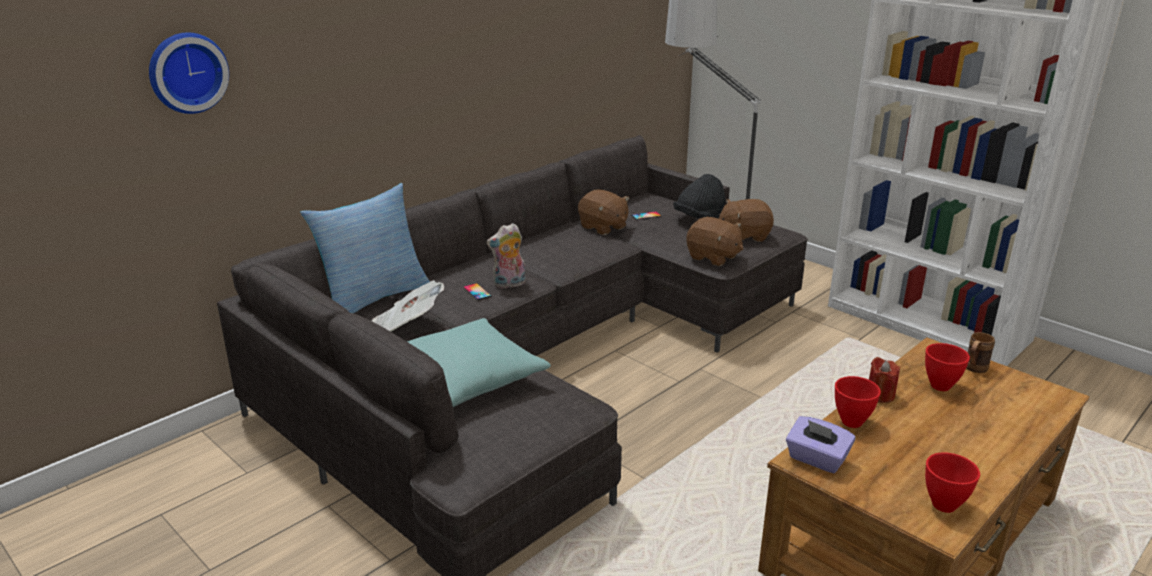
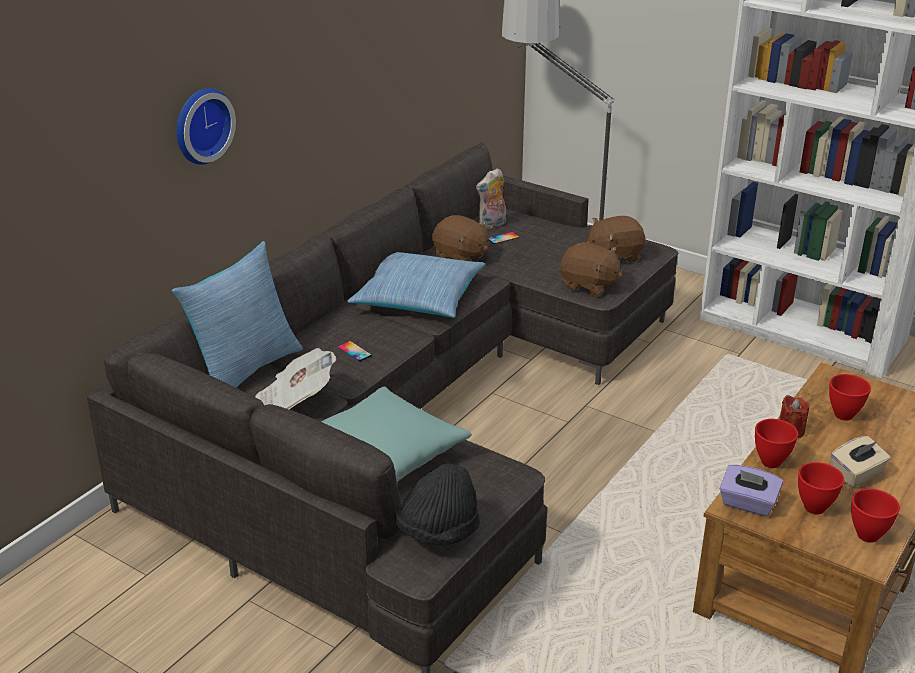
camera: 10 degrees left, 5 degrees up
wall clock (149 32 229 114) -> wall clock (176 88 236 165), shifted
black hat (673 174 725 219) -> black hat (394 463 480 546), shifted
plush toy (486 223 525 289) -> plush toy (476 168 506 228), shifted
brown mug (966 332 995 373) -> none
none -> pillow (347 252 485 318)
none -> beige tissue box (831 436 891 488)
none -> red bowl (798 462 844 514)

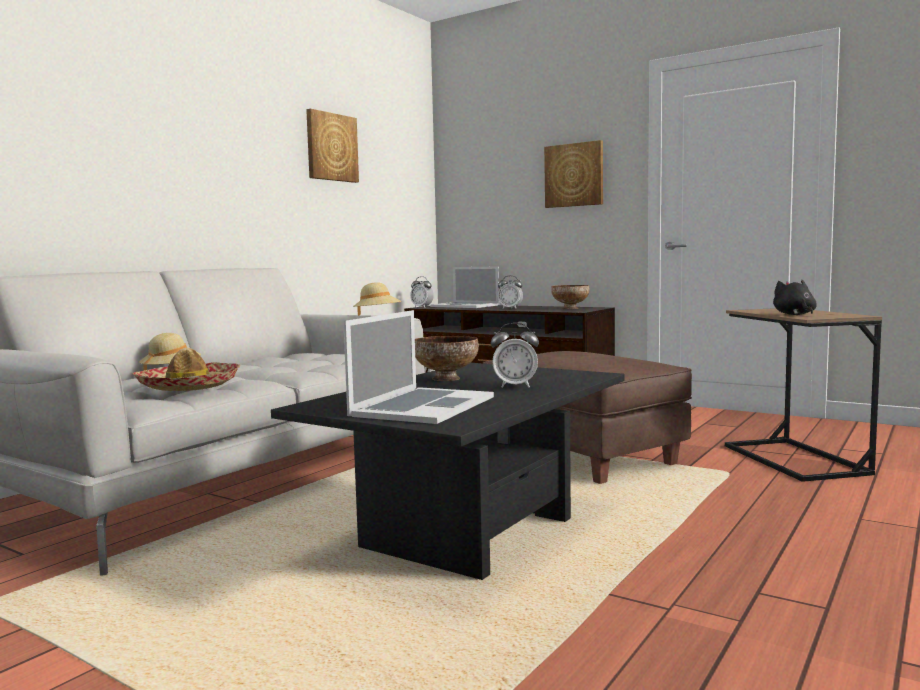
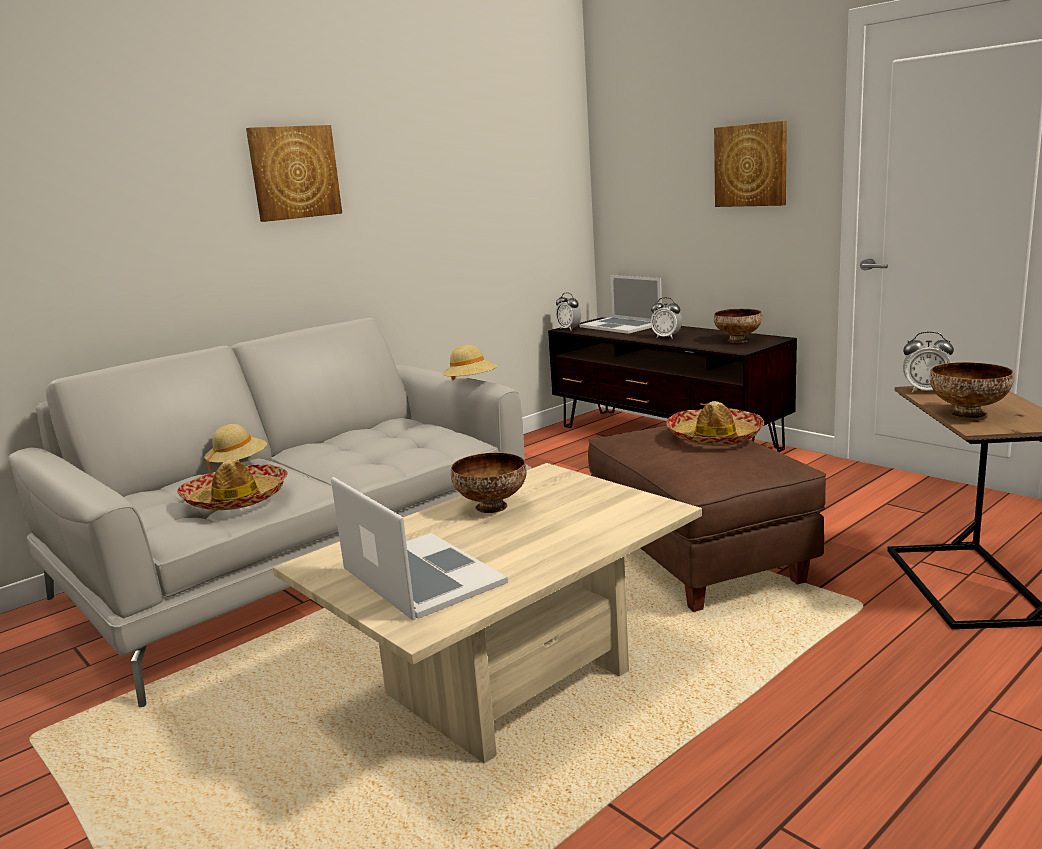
camera: 15 degrees right, 10 degrees up
picture (306 109 359 183) -> picture (246 125 342 222), shifted
black plush toy (773 280 817 315) -> bowl (930 362 1014 418)
laptop (343 310 494 424) -> laptop (331 477 508 620), 75 degrees counterclockwise
alarm clock (491 323 539 388) -> alarm clock (903 331 954 393), shifted
black coffee table (271 363 625 580) -> beige coffee table (273 463 702 763)
none -> hat (666 401 764 446)

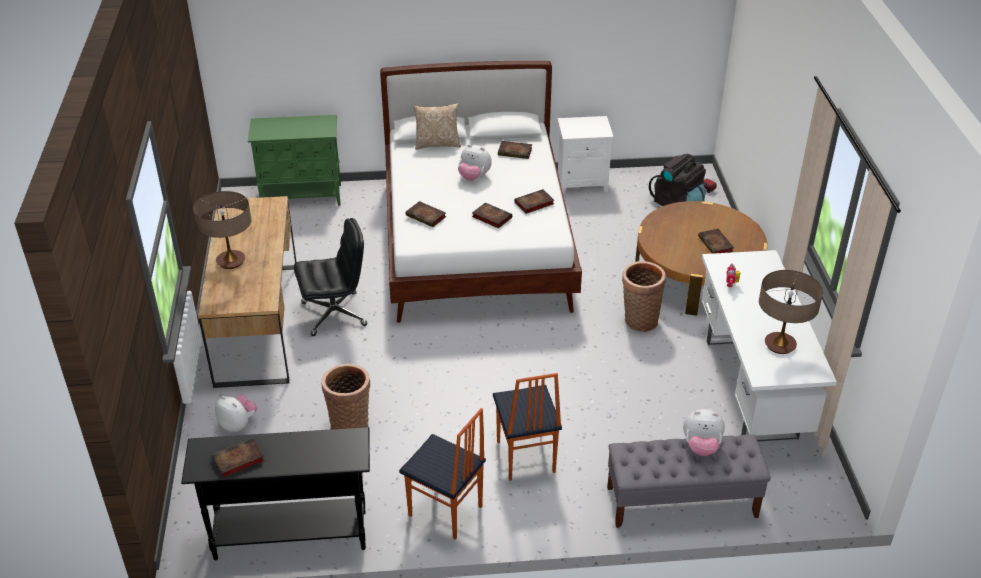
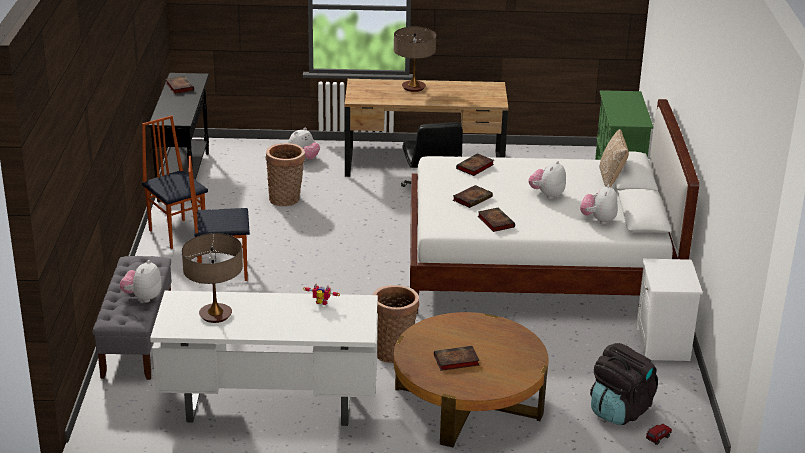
camera: 95 degrees right, 10 degrees down
book (498 141 532 159) -> plush toy (580 184 618 224)
chair (399 408 486 540) -> chair (142 115 208 249), 105 degrees clockwise

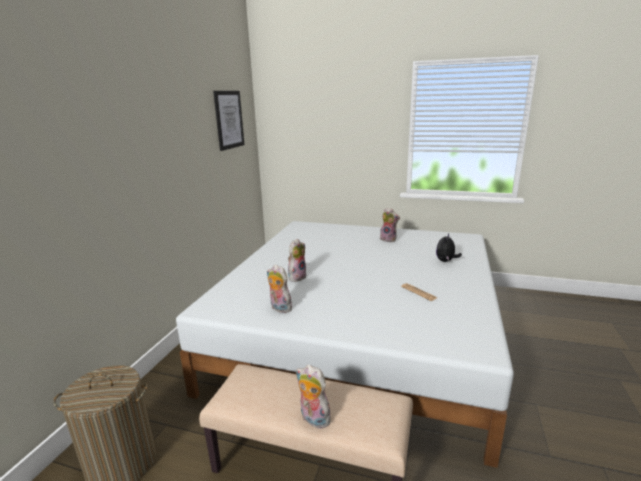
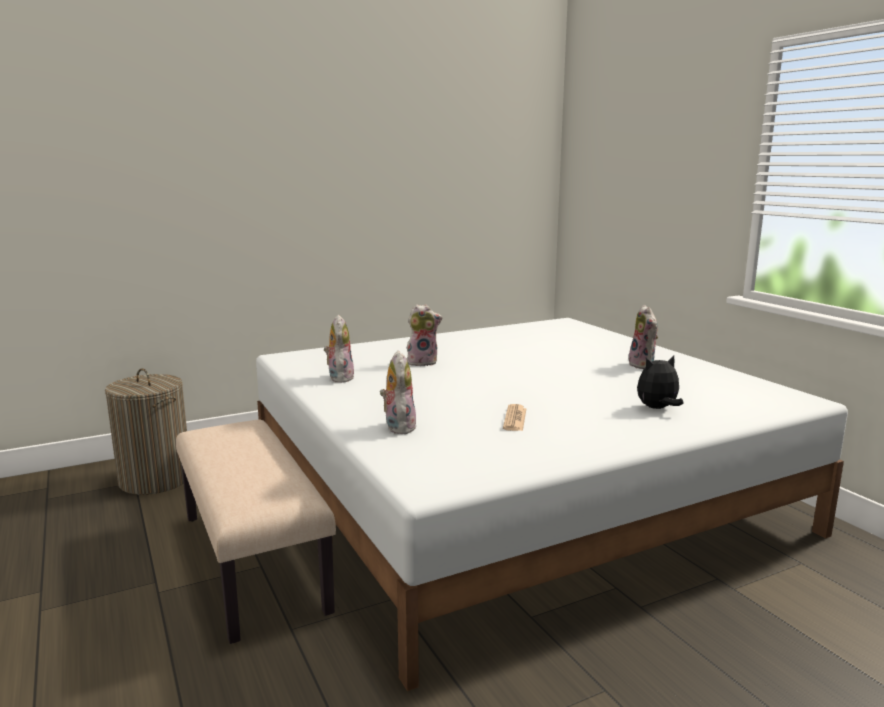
camera: 45 degrees right, 5 degrees down
picture (213 91 245 151) -> none
plush toy (296 365 331 428) -> plush toy (380 350 417 434), shifted

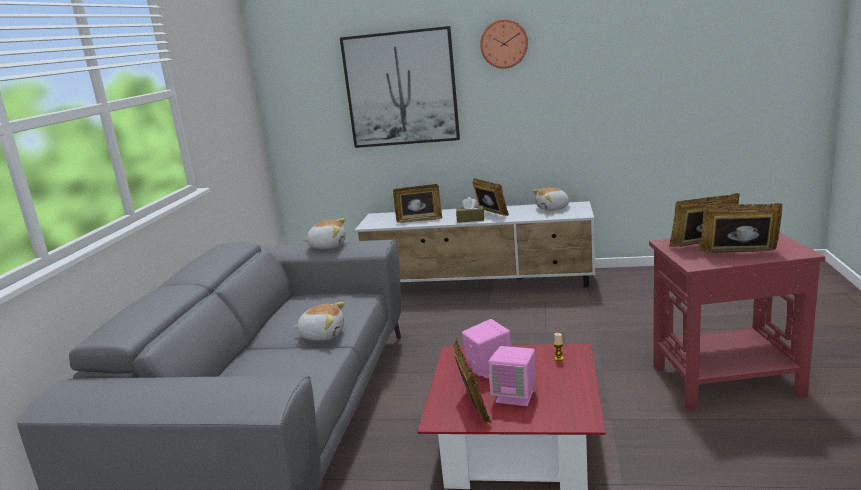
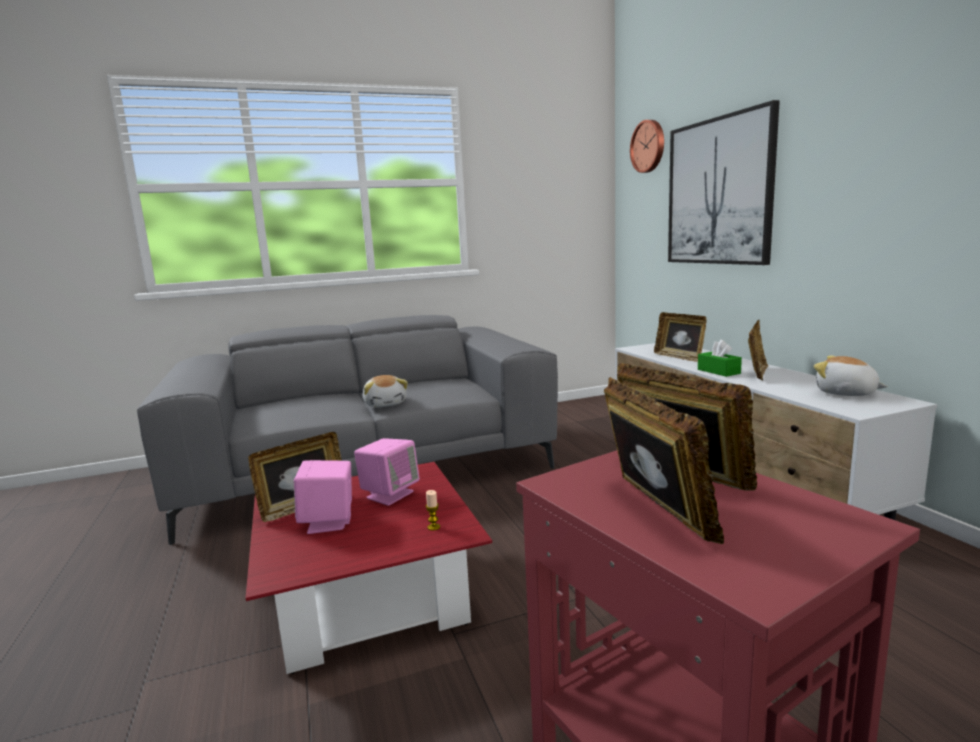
camera: 60 degrees right, 5 degrees down
wall clock (480 19 528 69) -> wall clock (630 120 664 173), shifted
brown tissue box (456 197 484 223) -> green tissue box (698 340 742 377)
plush toy (303 218 346 249) -> none

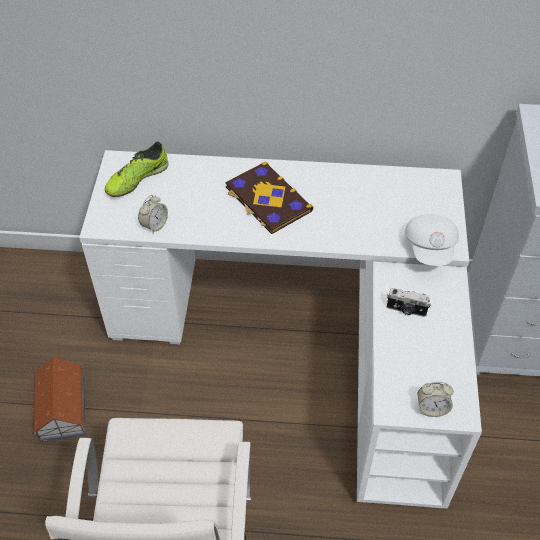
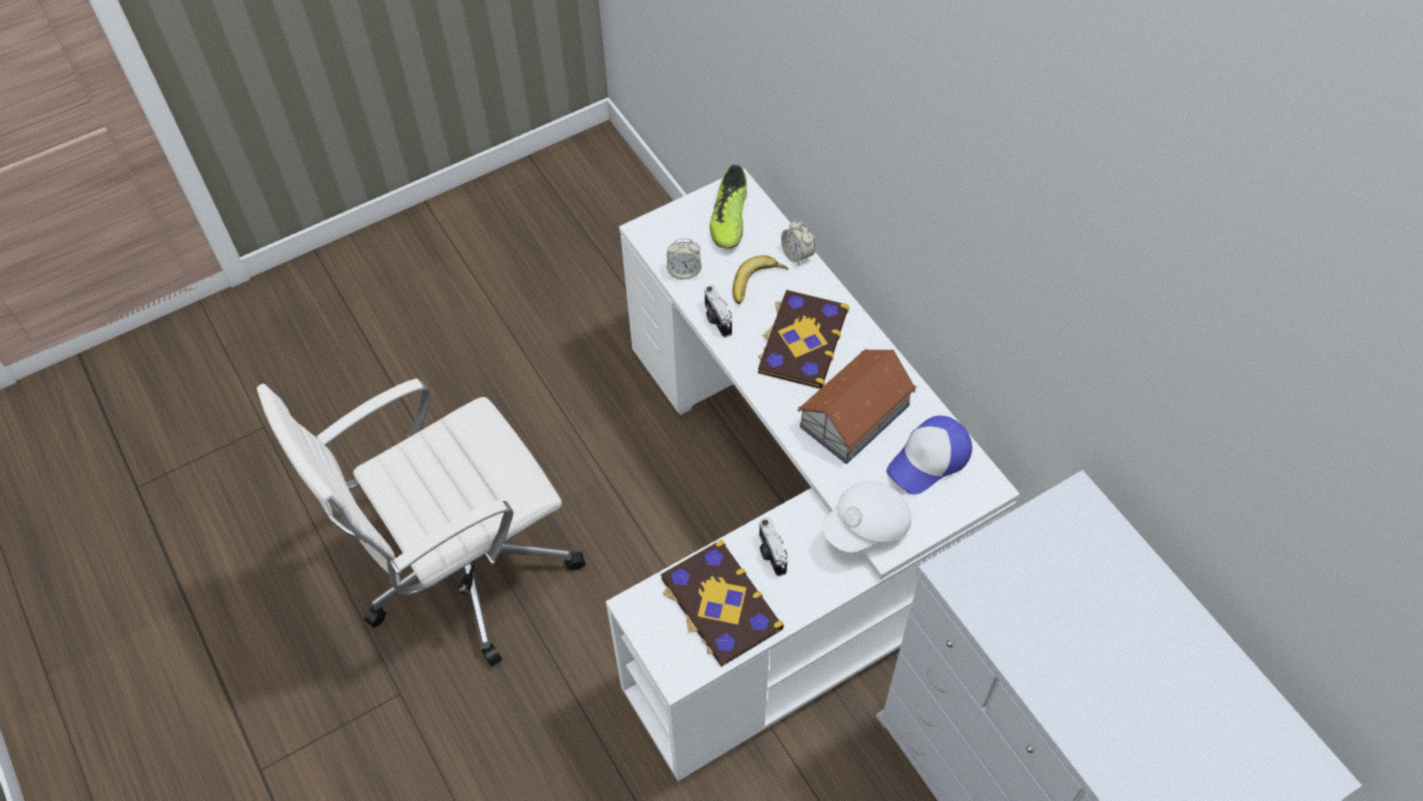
camera: 55 degrees right, 5 degrees up
shoe (105 141 169 197) -> shoe (710 165 747 249), 90 degrees counterclockwise
toy house (33 356 85 442) -> toy house (798 349 917 464), shifted
alarm clock (418 382 453 417) -> alarm clock (781 220 815 264), shifted
none -> banana (732 255 788 304)
none -> photo camera (704 285 732 337)
none -> cap (886 416 972 494)
none -> book (661 540 784 667)

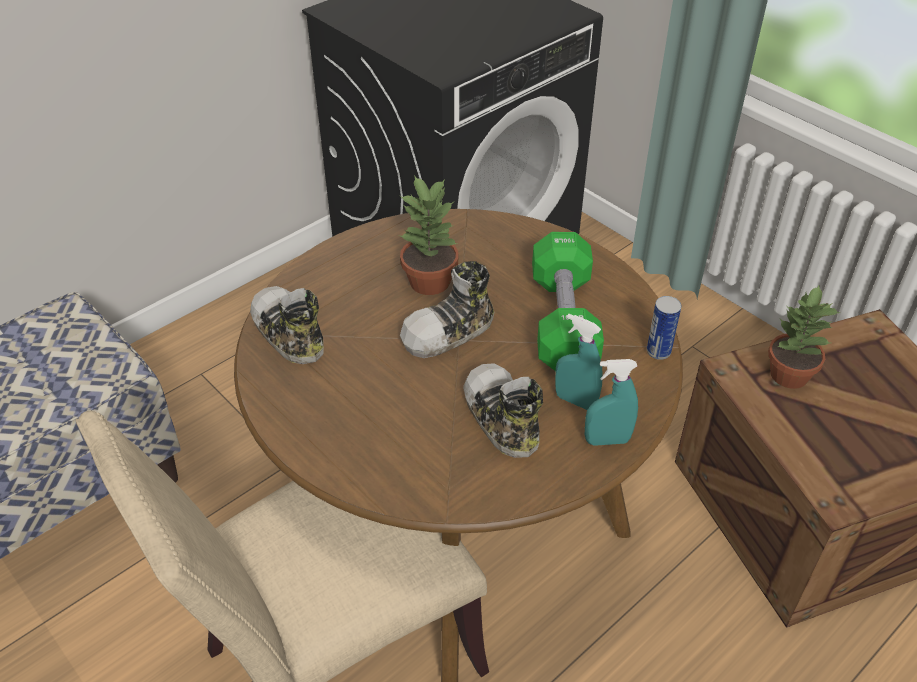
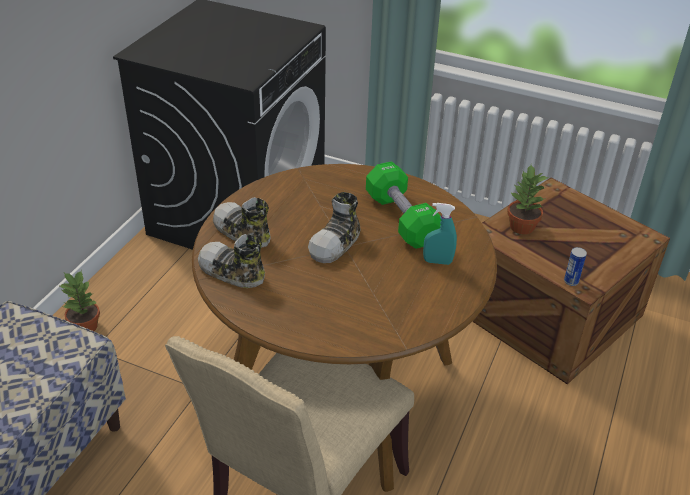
camera: 25 degrees left, 5 degrees down
potted plant (398 175 458 295) -> potted plant (58 270 100 331), shifted
can (647 296 681 360) -> can (564 247 587 286), shifted
turquoise spray bottle (585 359 638 446) -> none
shoe (463 363 543 458) -> shoe (213 197 271 248), shifted

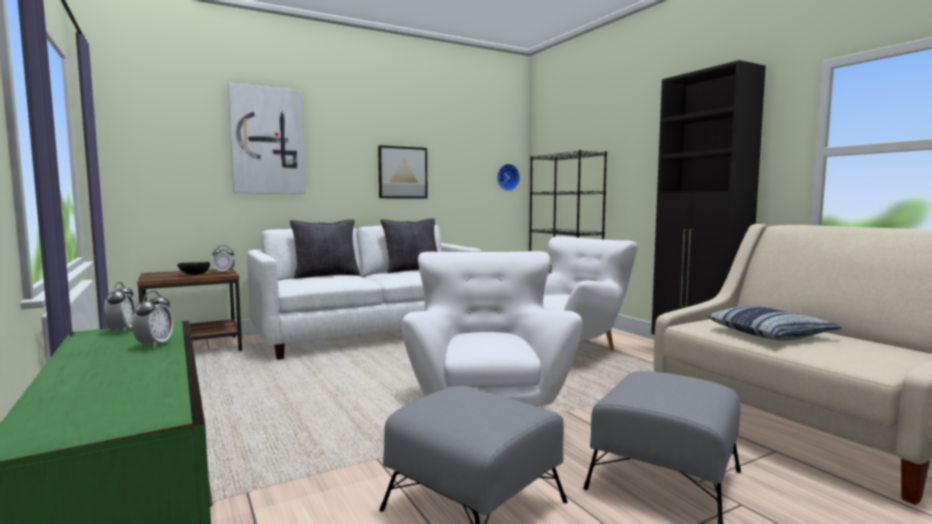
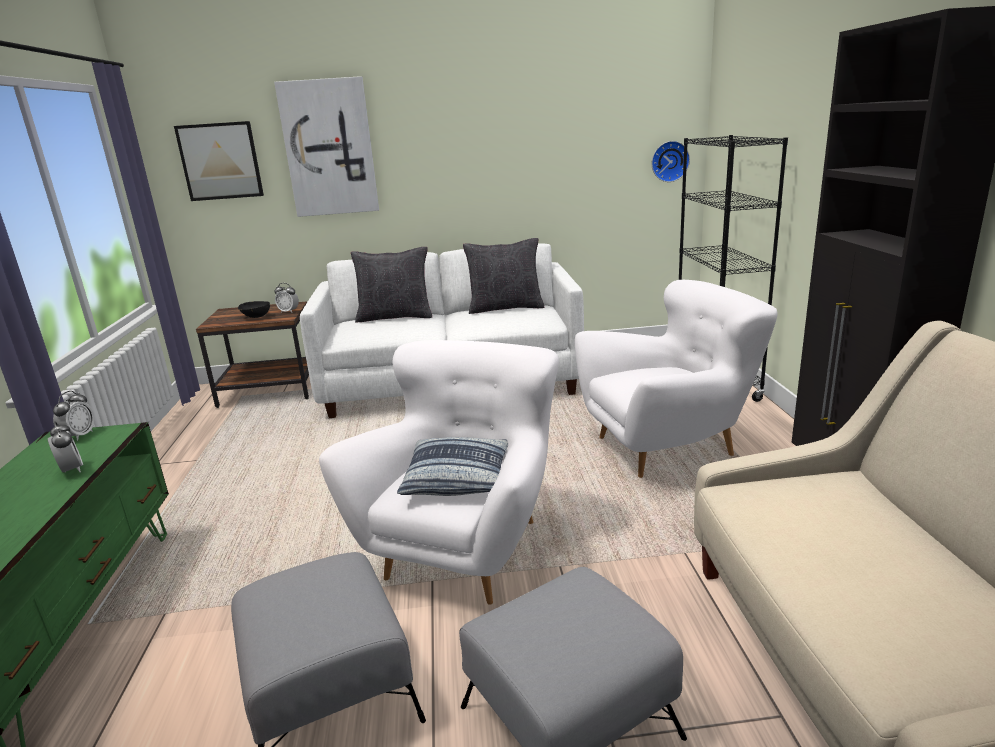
camera: 25 degrees right, 15 degrees up
picture (378 145 428 199) -> picture (174 121 264 201), shifted
alarm clock (132 291 173 348) -> alarm clock (48 421 83 472), 60 degrees counterclockwise
pillow (708 306 842 340) -> pillow (397 437 508 496), shifted

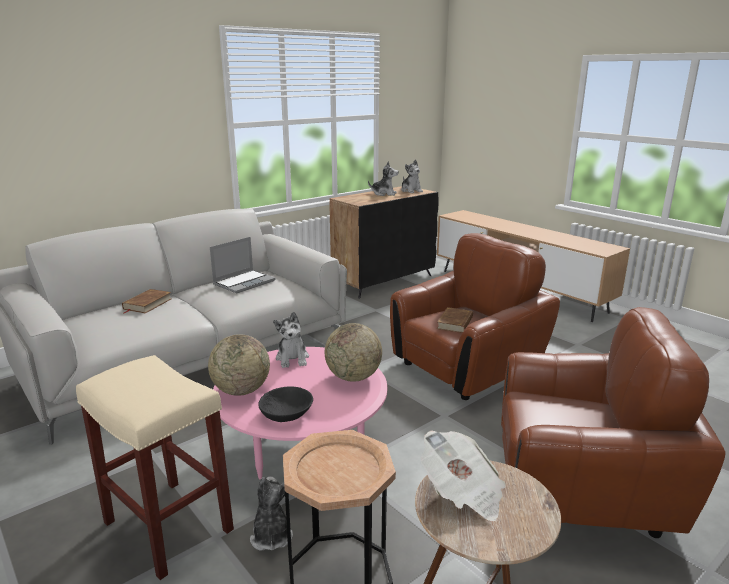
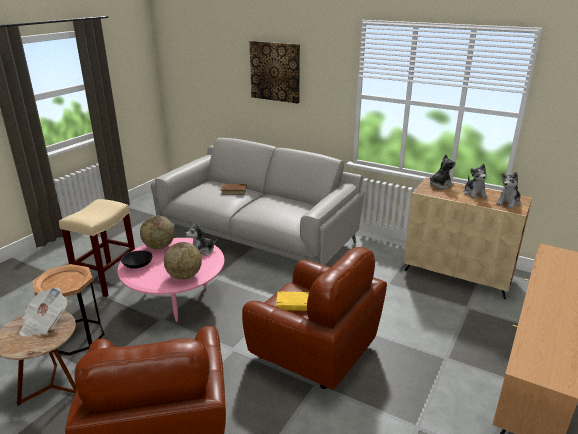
camera: 70 degrees right, 5 degrees up
black cabinet (329 186 439 298) -> beige cabinet (404 177 532 299)
laptop (210 237 275 293) -> none
brown book (437 307 473 333) -> yellow book (276 292 309 311)
plush toy (250 476 293 551) -> plush toy (430 154 456 189), shifted
none -> picture (249 41 300 104)

